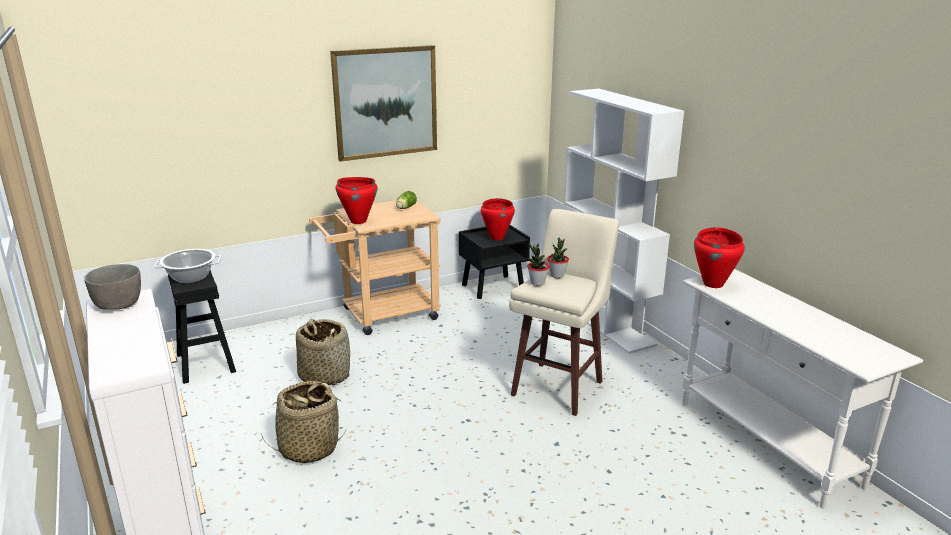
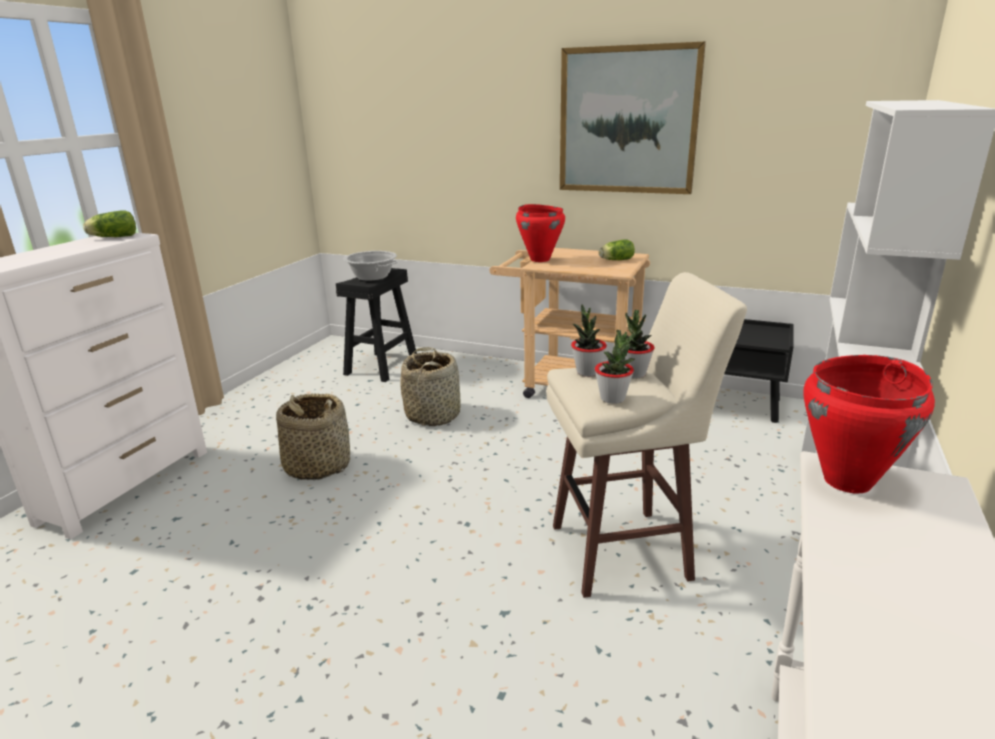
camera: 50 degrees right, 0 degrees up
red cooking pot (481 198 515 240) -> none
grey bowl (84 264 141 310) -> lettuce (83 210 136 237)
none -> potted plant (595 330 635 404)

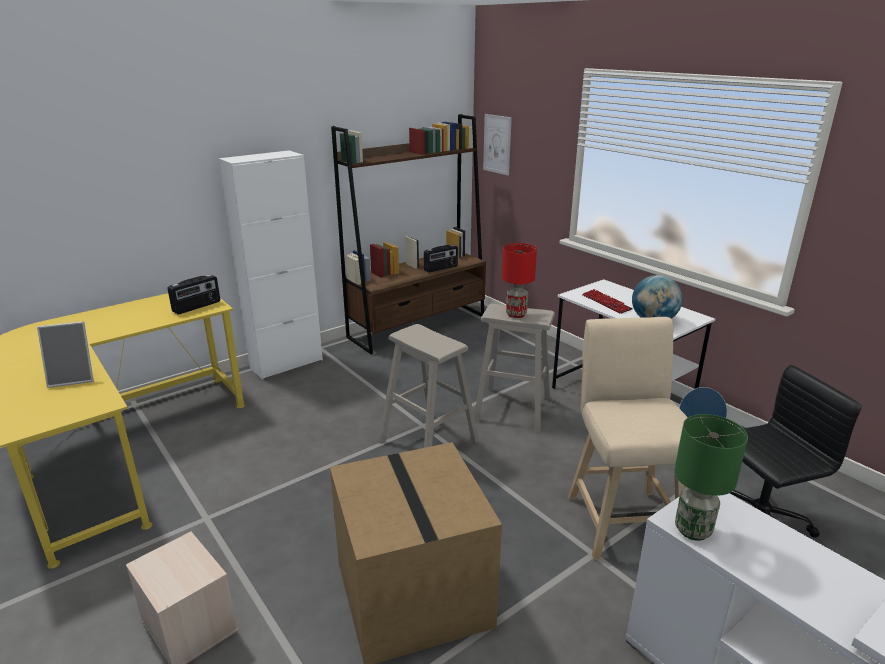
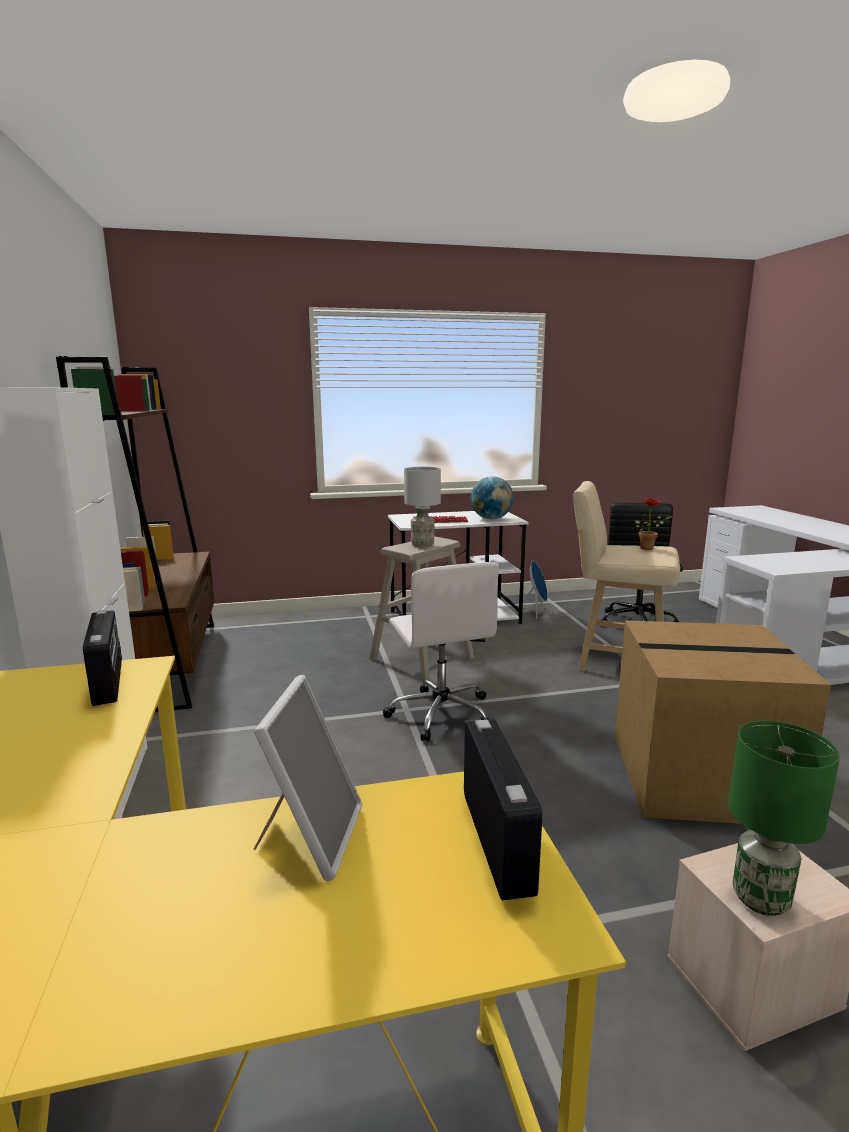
camera: 65 degrees left, 10 degrees down
picture (483 114 512 176) -> none
red table lamp (502 243 537 318) -> grey table lamp (404 467 441 548)
radio (424 245 458 273) -> radio (464 719 542 900), shifted
beige stool (378 324 479 448) -> white office chair (383 562 499 741)
green table lamp (674 414 748 541) -> green table lamp (728 721 840 916), shifted
none -> potted plant (635 498 672 550)

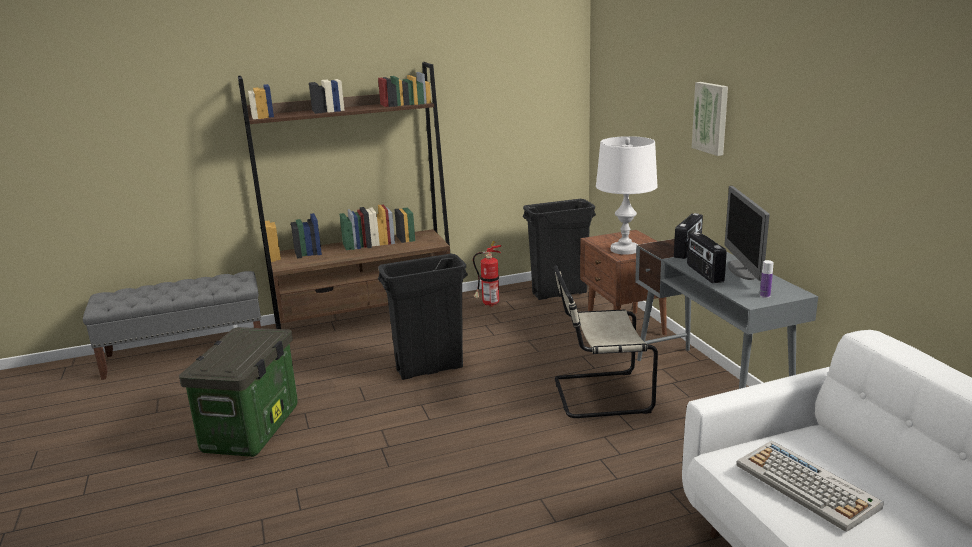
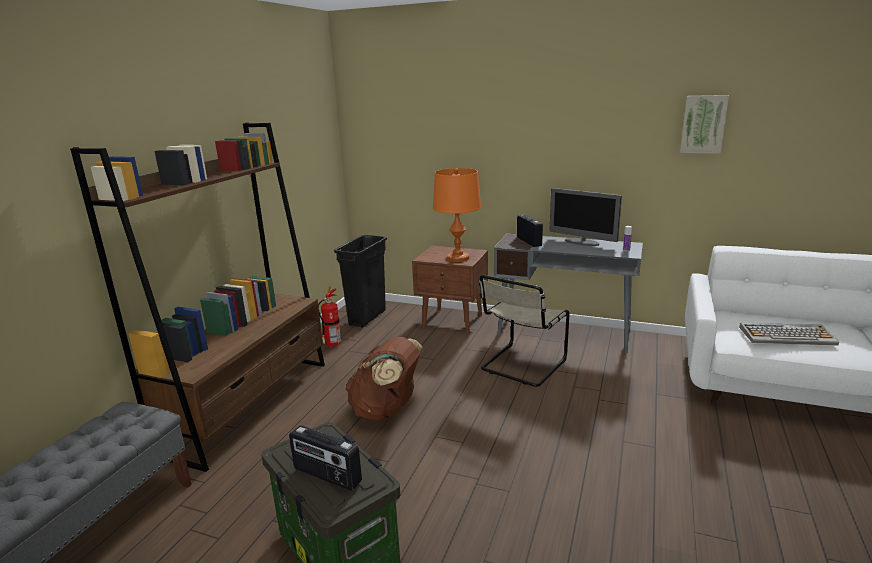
camera: 50 degrees left, 0 degrees up
picture (692 82 728 156) -> picture (680 95 729 154), shifted
white table lamp (596 136 658 255) -> orange table lamp (433 168 481 262)
radio (687 232 727 283) -> radio (289 425 362 491), shifted
black trash can (378 254 468 380) -> brown backpack (345 337 423 420)

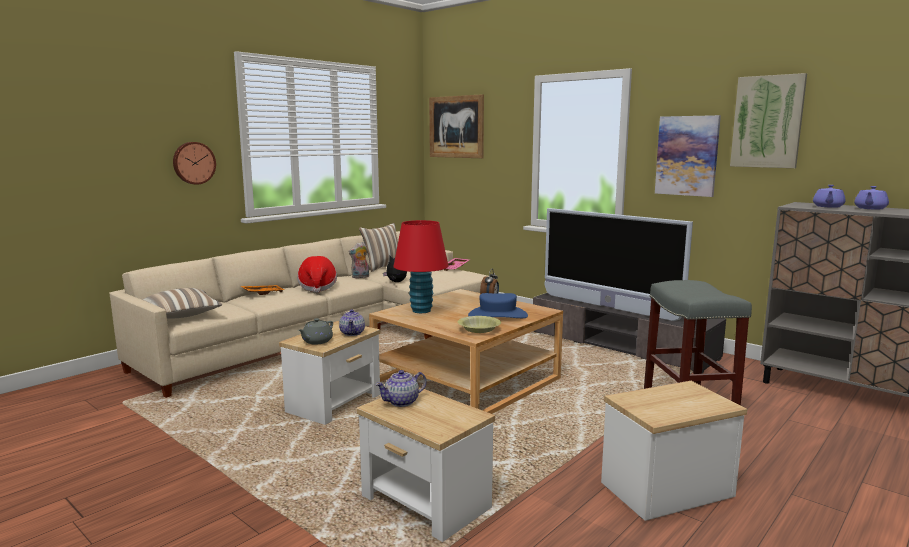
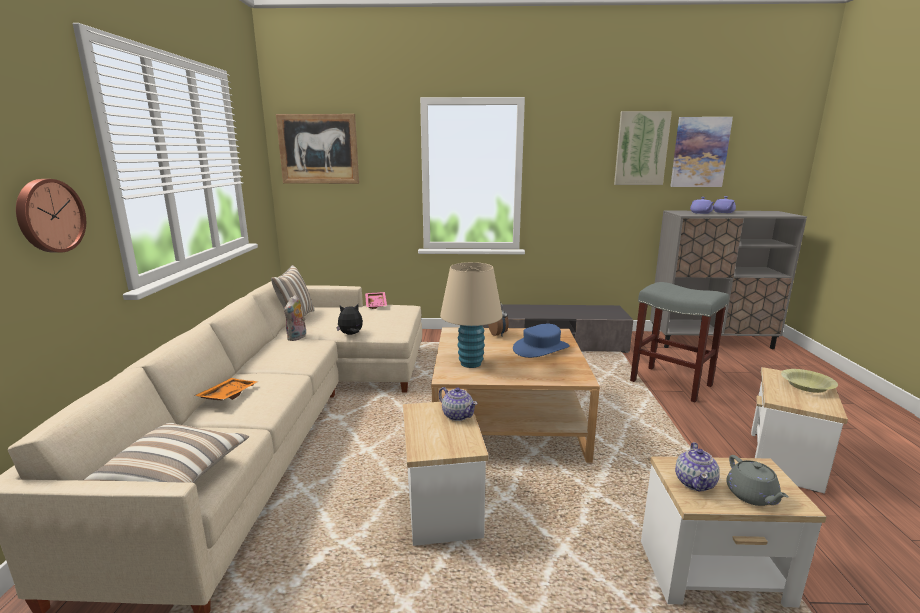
camera: 40 degrees left, 5 degrees up
picture (655 115 721 197) -> picture (670 117 733 187), shifted
television (545 208 693 321) -> none
red table lamp (393 220 448 313) -> beige table lamp (440 262 503 368)
hat (297 256 337 293) -> none
yellow bowl (458 316 501 333) -> yellow bowl (781 369 838 393), shifted
grey teapot (298 318 333 344) -> grey teapot (726 455 789 506), shifted

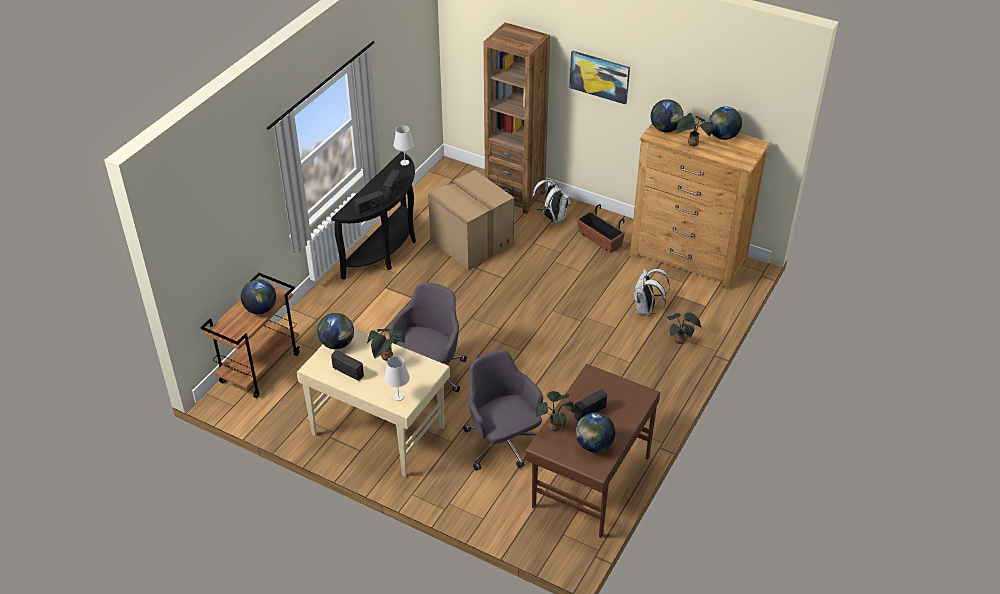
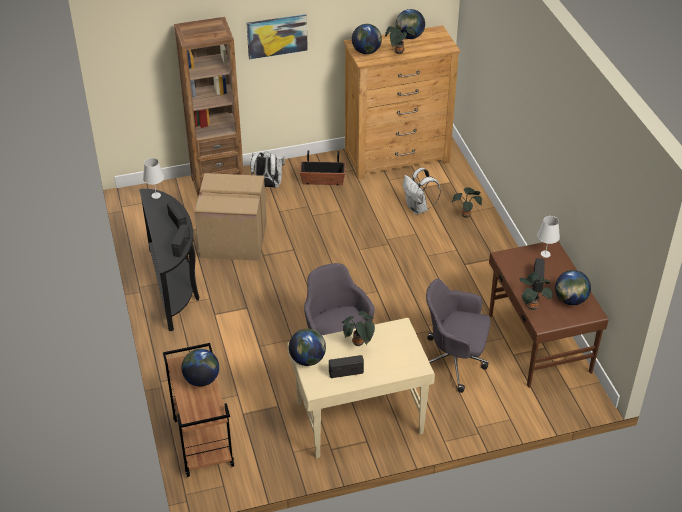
camera: 45 degrees left, 0 degrees up
white table lamp (384 356 410 401) -> white table lamp (537 216 560 258), shifted

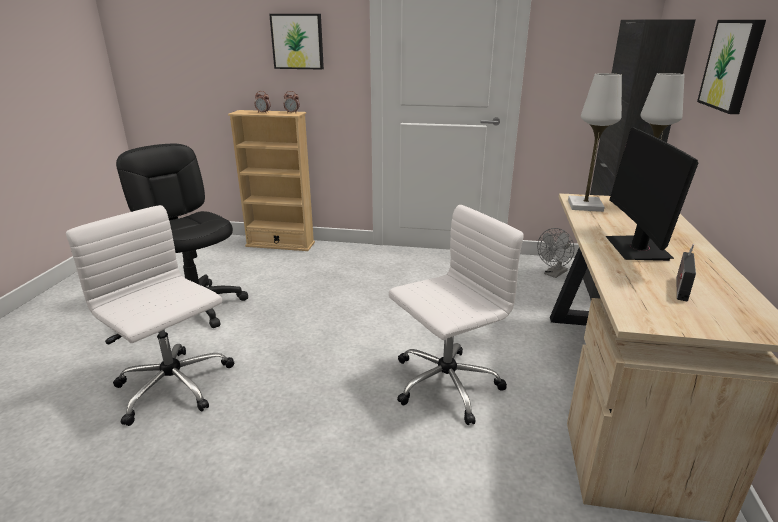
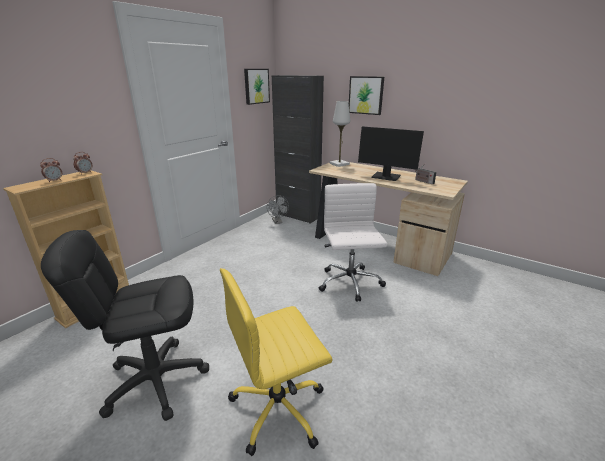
camera: 65 degrees left, 0 degrees up
picture (269 14 324 69) -> picture (244 69 270 105), shifted
white table lamp (568 73 622 212) -> none
white office chair (66 205 235 426) -> yellow office chair (220 268 332 456)

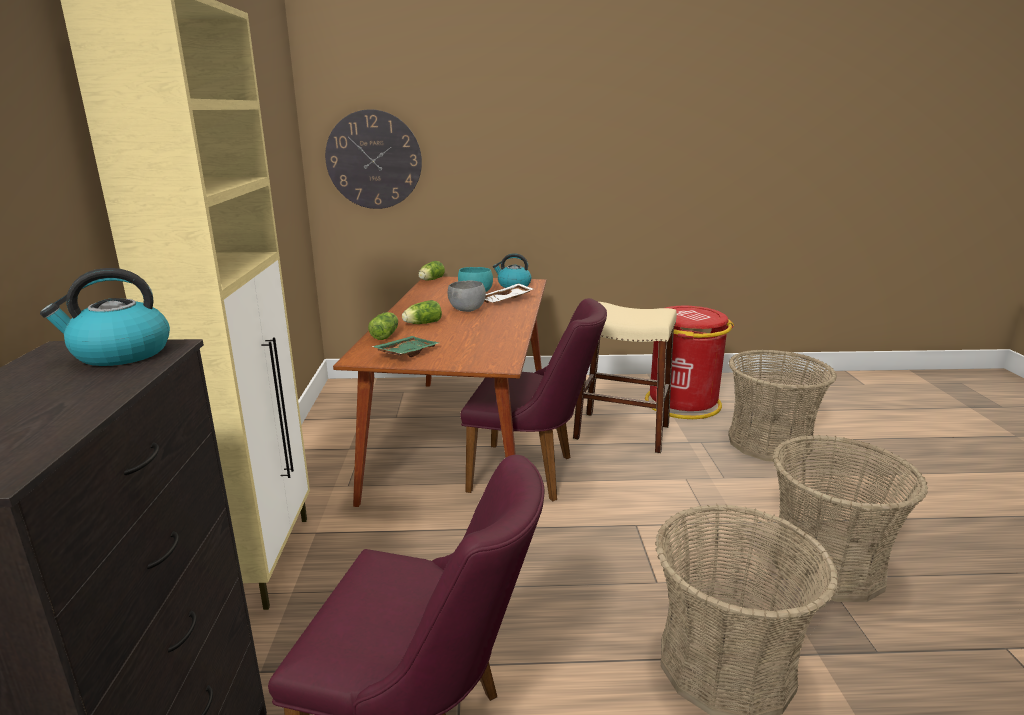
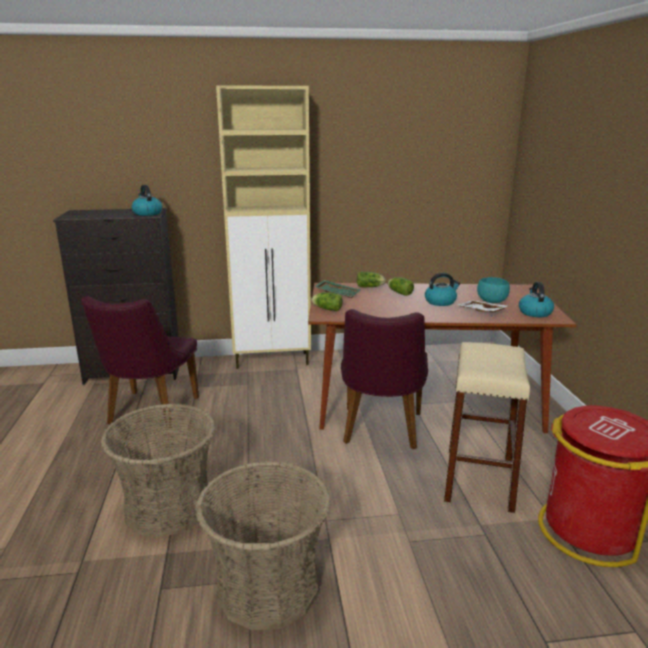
camera: 85 degrees right, 0 degrees up
wall clock (325 109 422 209) -> none
lettuce (418 261 445 280) -> lettuce (311 292 343 311), shifted
grey bowl (448 280 486 312) -> kettle (425 273 460 306)
basket (728 350 837 463) -> none

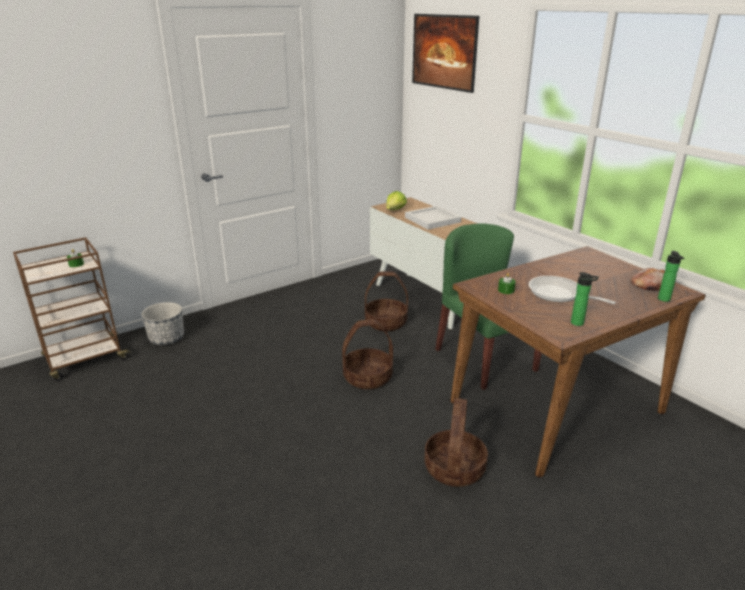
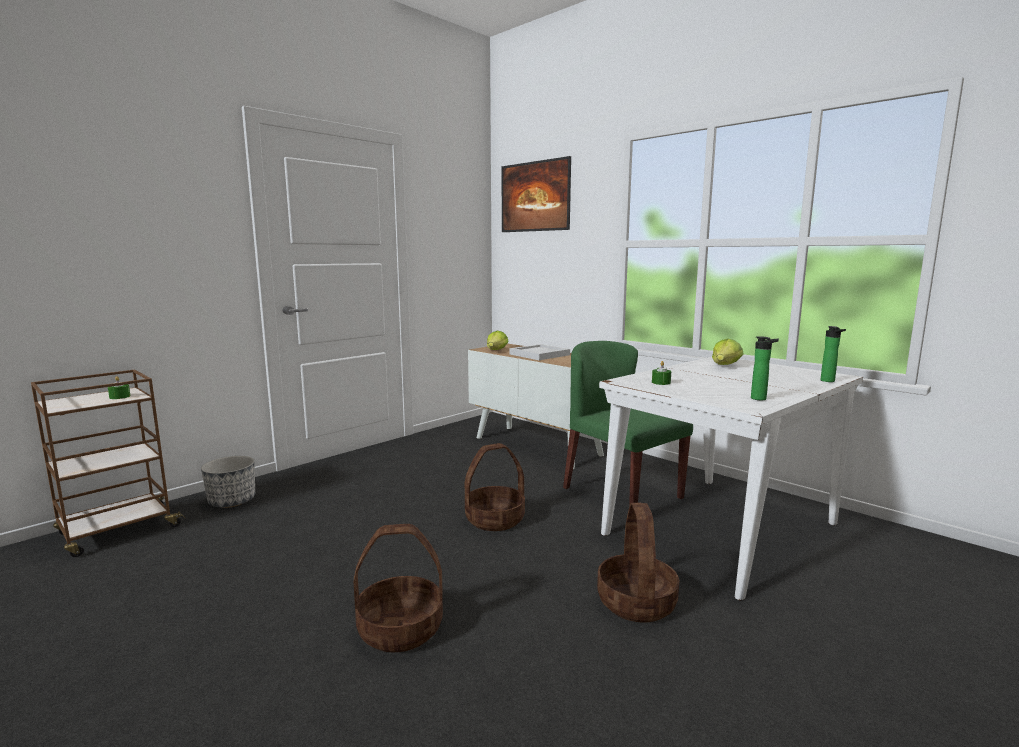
camera: 10 degrees left, 15 degrees down
brown dining table (450 246 706 477) -> white dining table (599 357 863 601)
bread (630 268 665 291) -> none
basket (365 271 408 332) -> basket (354 524 443 652), shifted
frying pan (529 276 616 304) -> none
none -> lettuce (712 338 743 365)

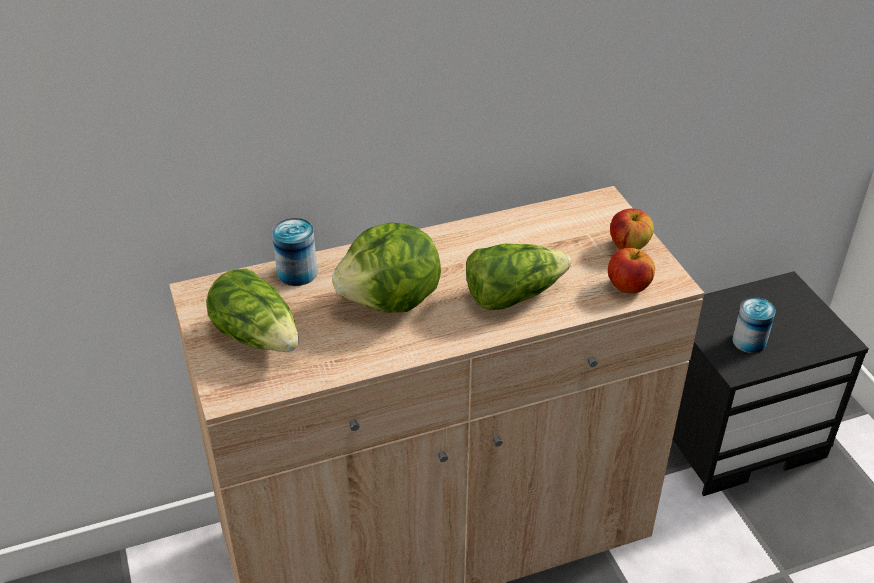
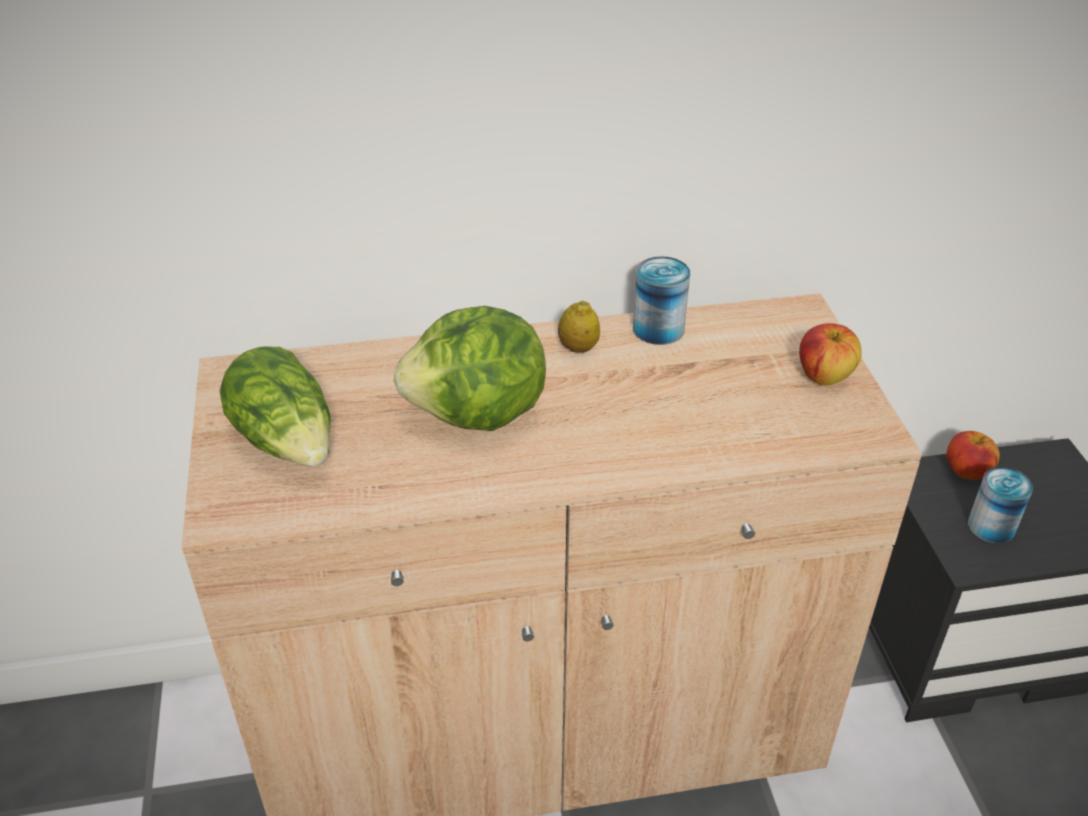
camera: 10 degrees right, 0 degrees up
can (272 218 317 286) -> can (633 256 690 345), shifted
lettuce (466 244 571 310) -> none
apple (608 248 655 294) -> apple (947 431 1000 480), shifted
none -> lemon (558 300 600 353)

